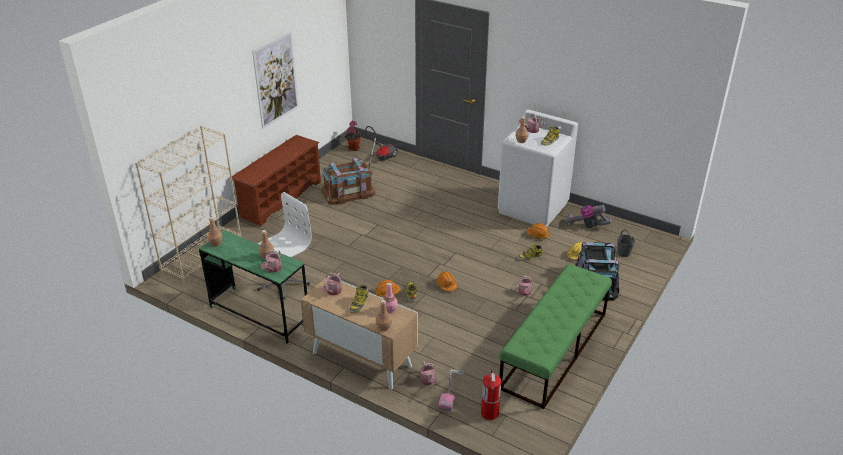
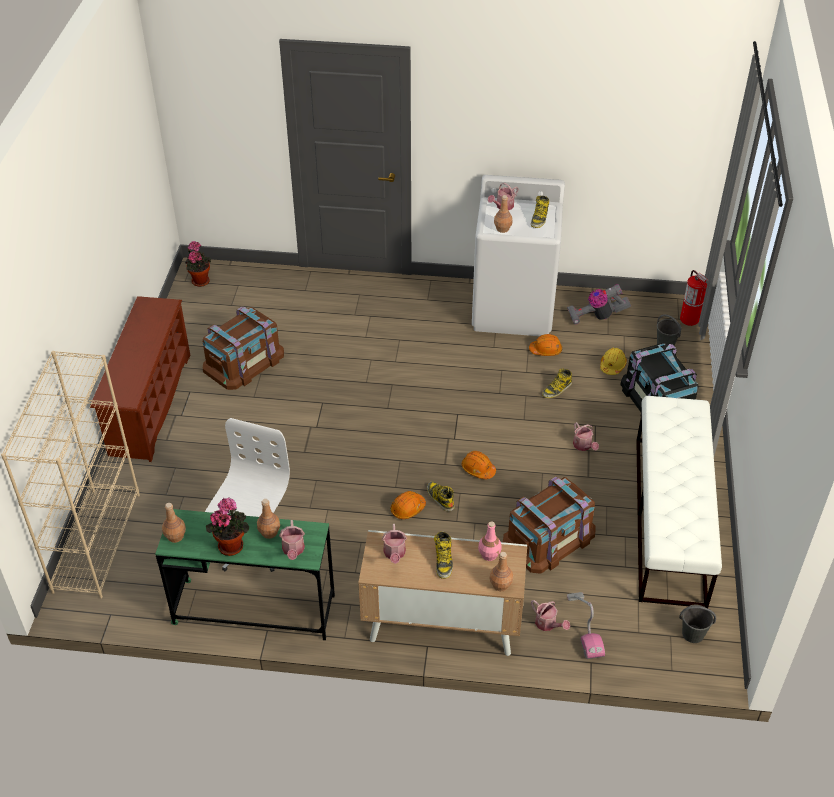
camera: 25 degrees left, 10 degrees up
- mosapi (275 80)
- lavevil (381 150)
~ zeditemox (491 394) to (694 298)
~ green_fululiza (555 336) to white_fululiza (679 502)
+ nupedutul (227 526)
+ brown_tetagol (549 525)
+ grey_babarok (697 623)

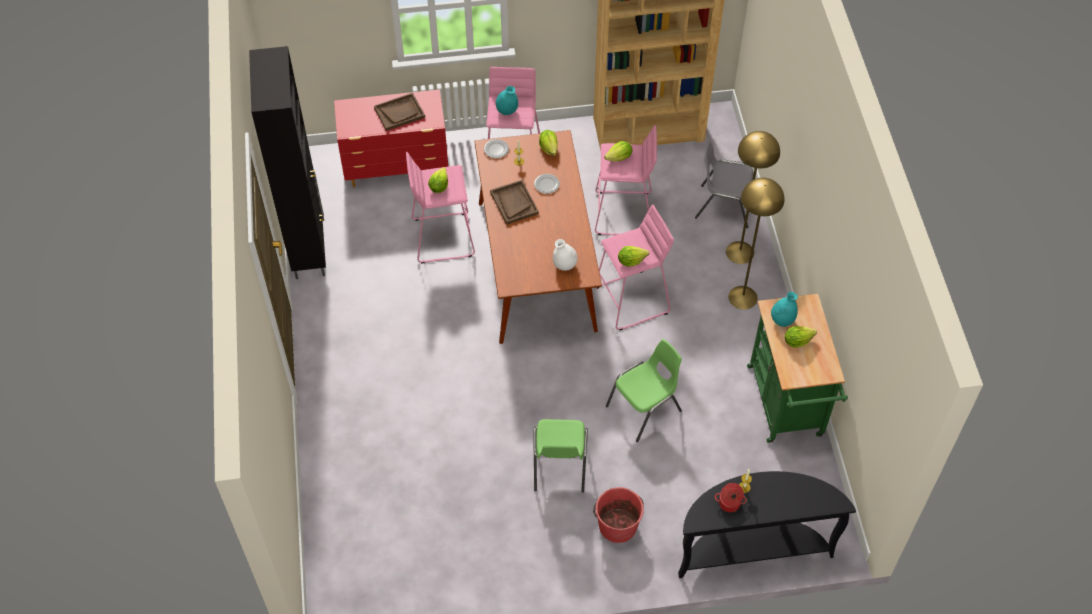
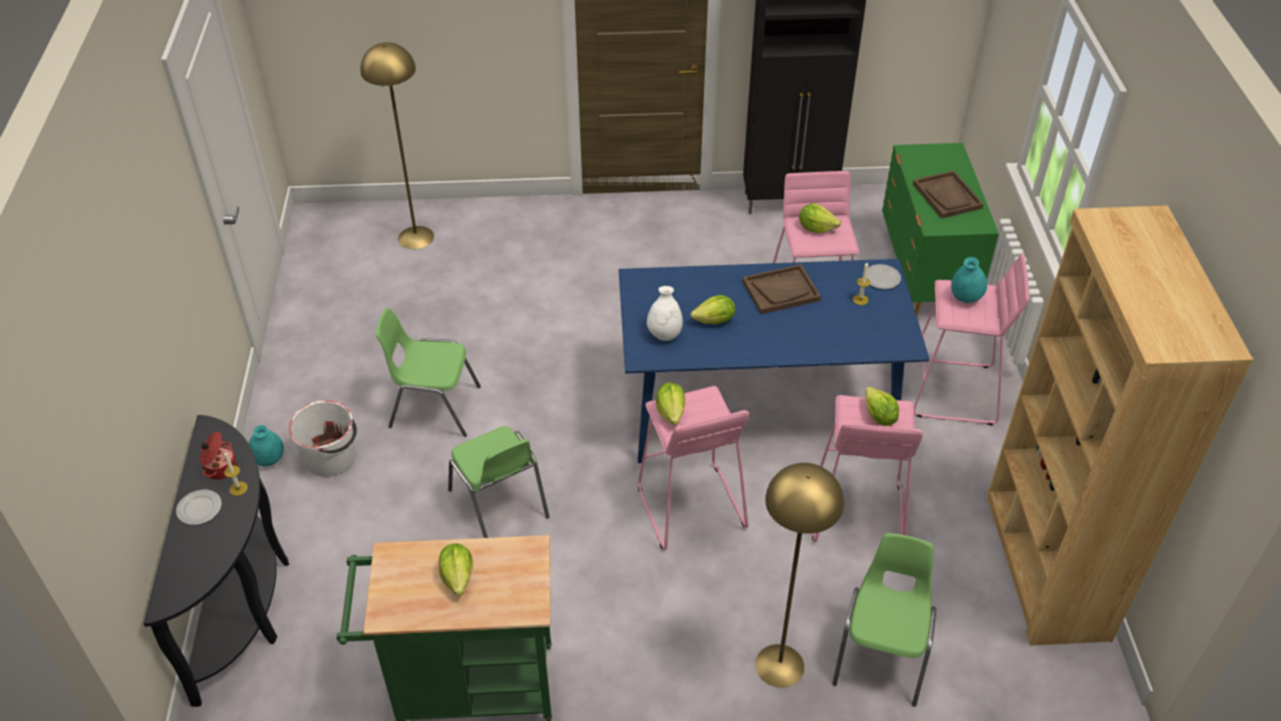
camera: 95 degrees right, 10 degrees down
~ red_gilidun (391 138) to green_gilidun (940 229)
~ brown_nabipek (538 237) to blue_nabipek (774 361)
~ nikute (547 184) to (199 507)
~ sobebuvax (548 143) to (713 309)
~ red_babarok (618 515) to white_babarok (323 438)
~ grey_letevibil (724 184) to green_letevibil (884 620)
~ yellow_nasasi (757 244) to (397 145)
~ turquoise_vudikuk (784 309) to (266 445)

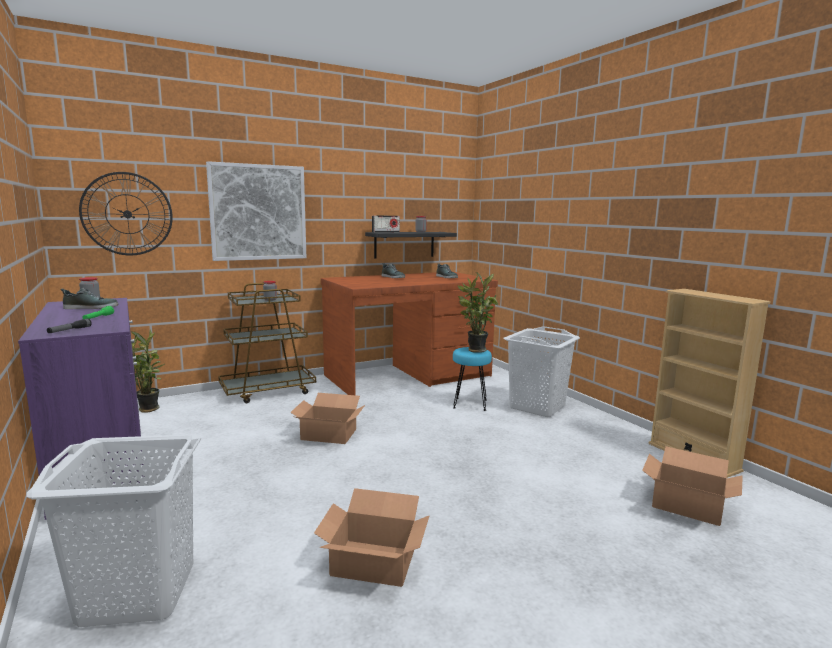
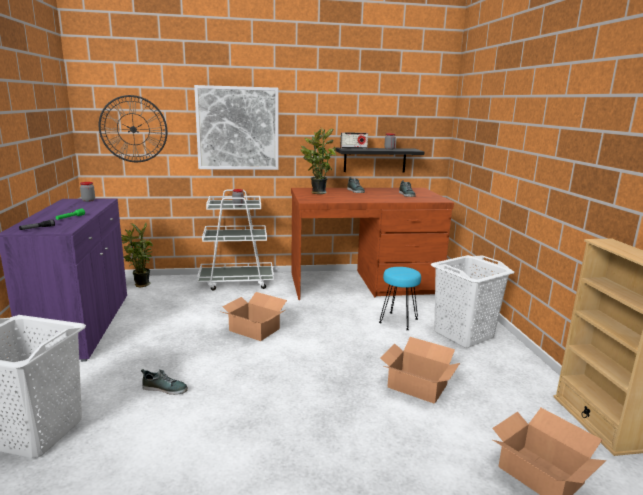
camera: 20 degrees right, 5 degrees up
~ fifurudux (89 298) to (164 382)
~ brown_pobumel (267 343) to white_pobumel (235 240)
~ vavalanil (372 537) to (420 370)
~ nupedutul (477 312) to (318 161)

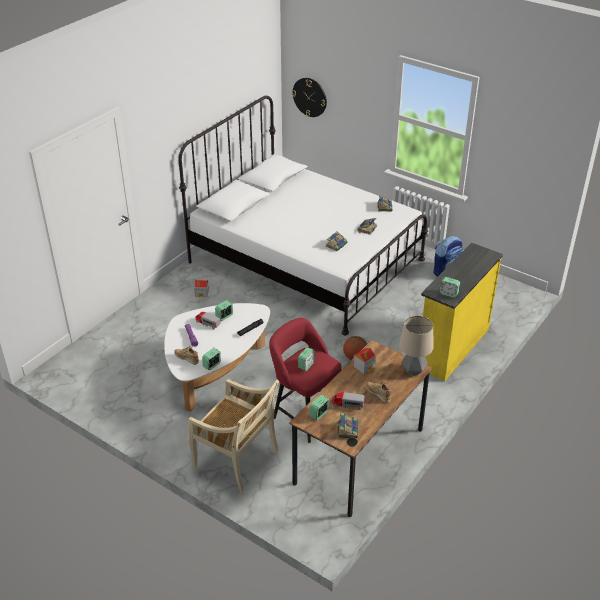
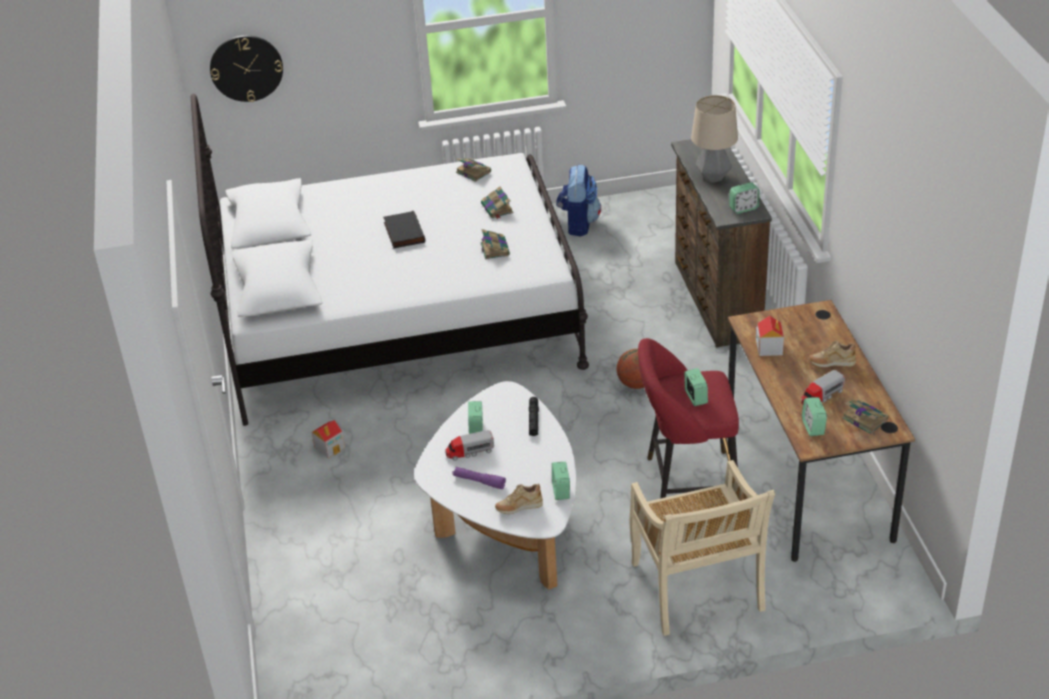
camera: 45 degrees left, 0 degrees up
~ beige_letevibil (233 436) = (702 548) 90 degrees clockwise
~ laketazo (416 346) to (714 139)
~ yellow_gilidun (462 312) to brown_gilidun (721 243)
+ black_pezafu (404 229)

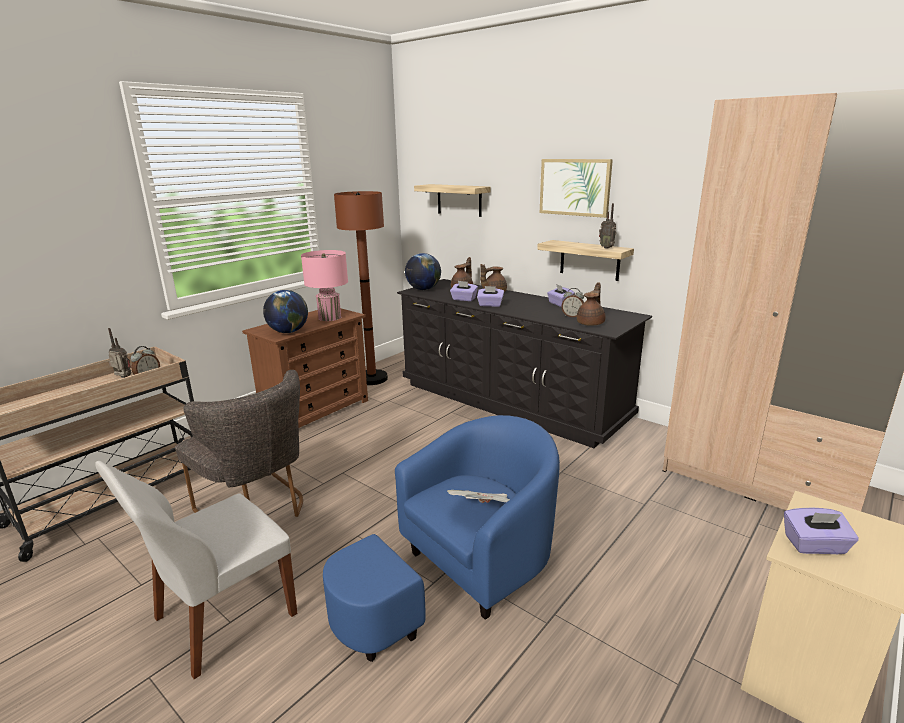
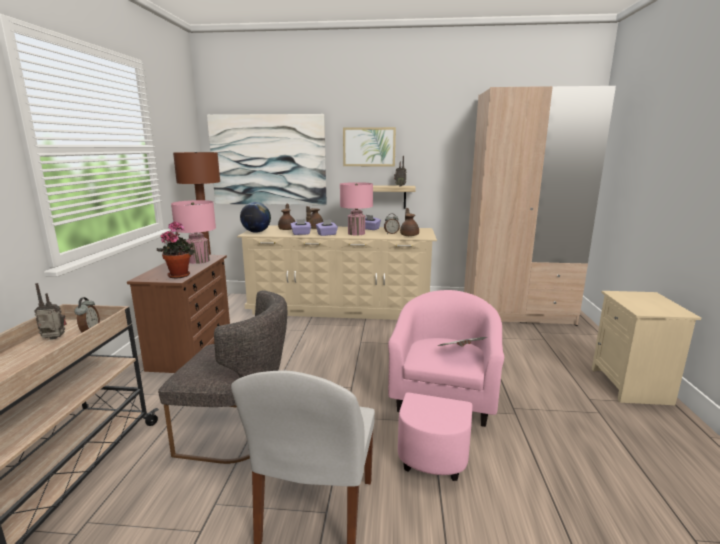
camera: 35 degrees left, 5 degrees down
~ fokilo (285 311) to nupedutul (175 249)
~ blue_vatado (441 538) to pink_vatado (446 385)
~ black_gilidun (524 363) to beige_gilidun (337 272)
~ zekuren (452 200) to mosapi (267 159)
- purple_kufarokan (821 530)
+ pink_laketazo (356 209)

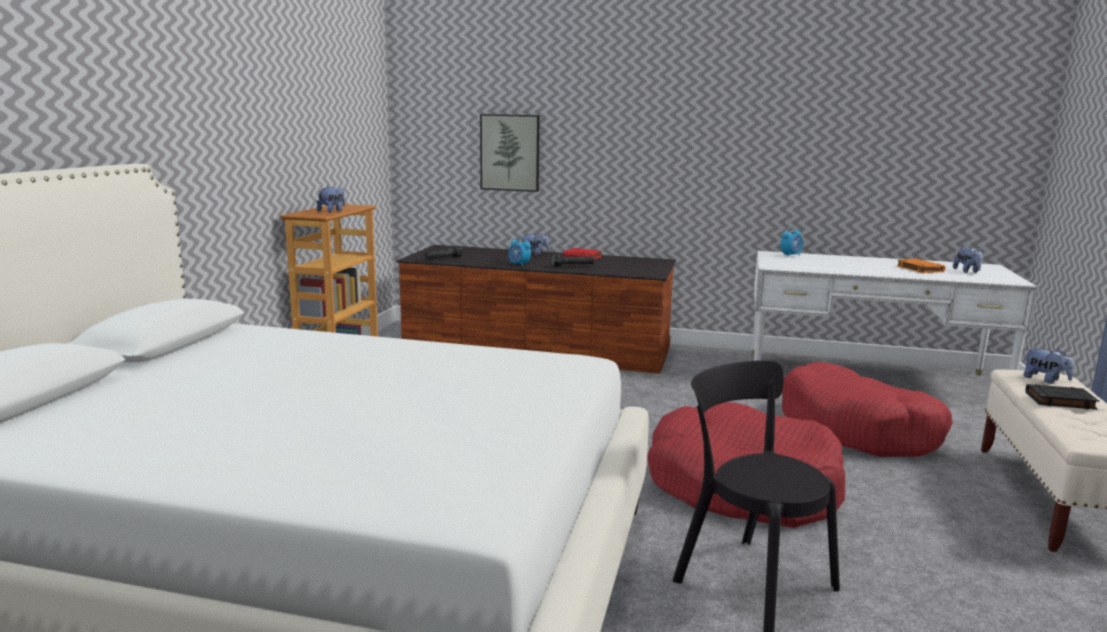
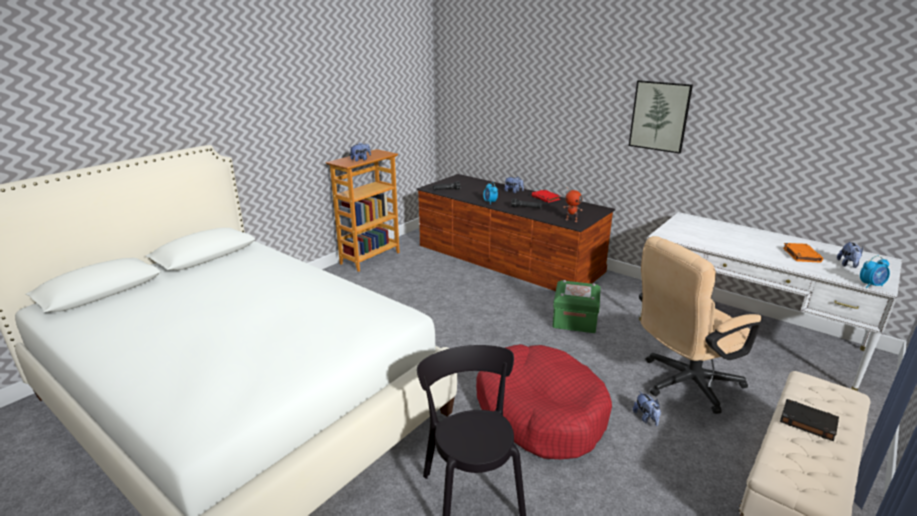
camera: 25 degrees right, 10 degrees up
~ mosapi (510 153) to (661 117)
~ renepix (792 242) to (875 272)
~ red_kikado (867 409) to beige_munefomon (700 325)
~ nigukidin (1048 366) to (647 408)
+ green_tetagol (576 306)
+ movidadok (573 204)

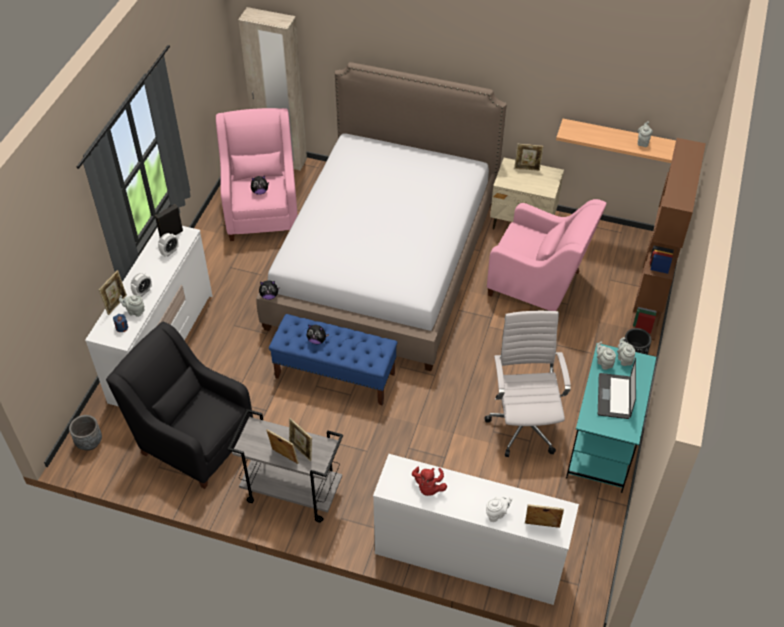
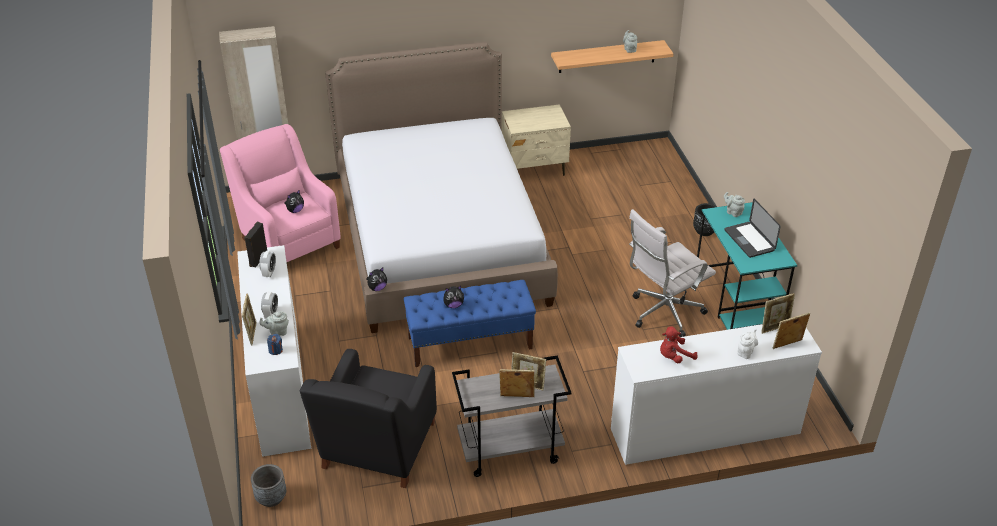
camera: 30 degrees left, 10 degrees down
~ black_vatado (179 405) = (368 418) 75 degrees counterclockwise
~ red_nigukidin (429 481) = (679 344) 90 degrees clockwise
~ white_munefomon (527 383) = (672 273) 90 degrees counterclockwise
- pink_vatado (547 255)
~ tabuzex (529 157) to (778 313)
- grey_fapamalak (606 355)
- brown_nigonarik (667 239)

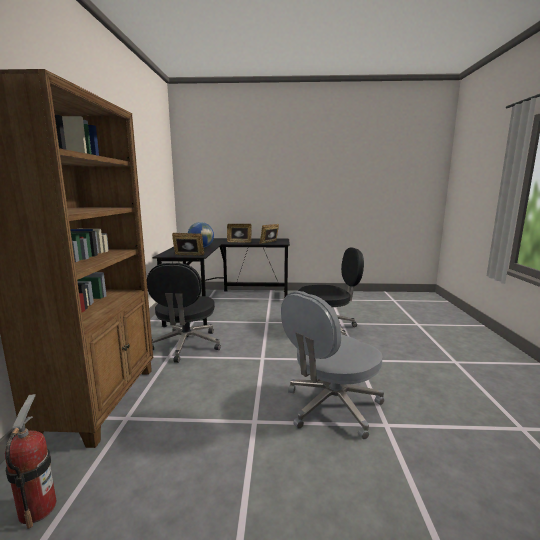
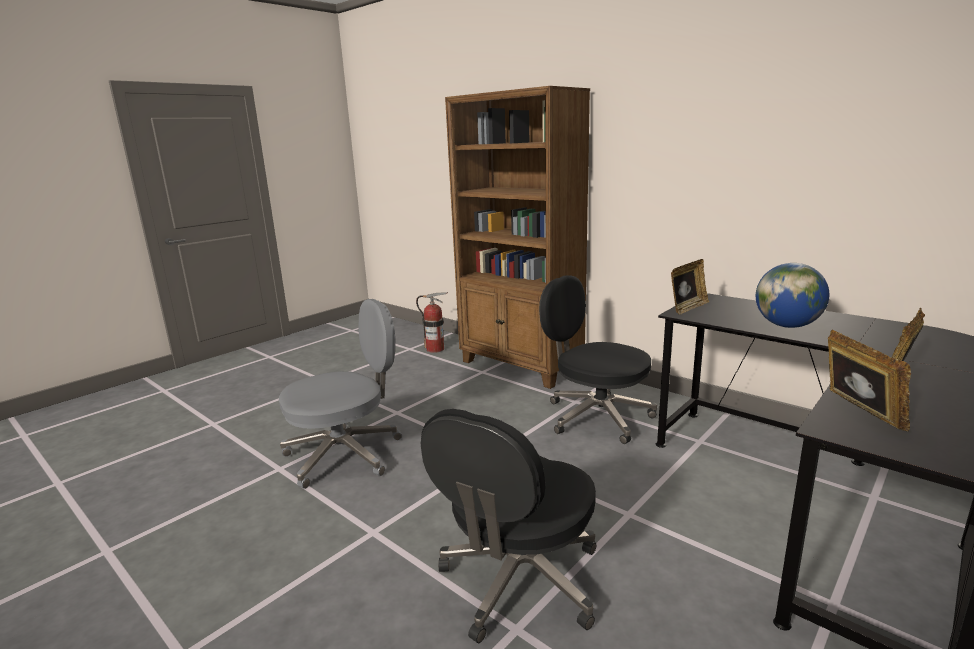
camera: 130 degrees right, 5 degrees up
~ grey_munefomon (332 365) = (340 394) 60 degrees clockwise

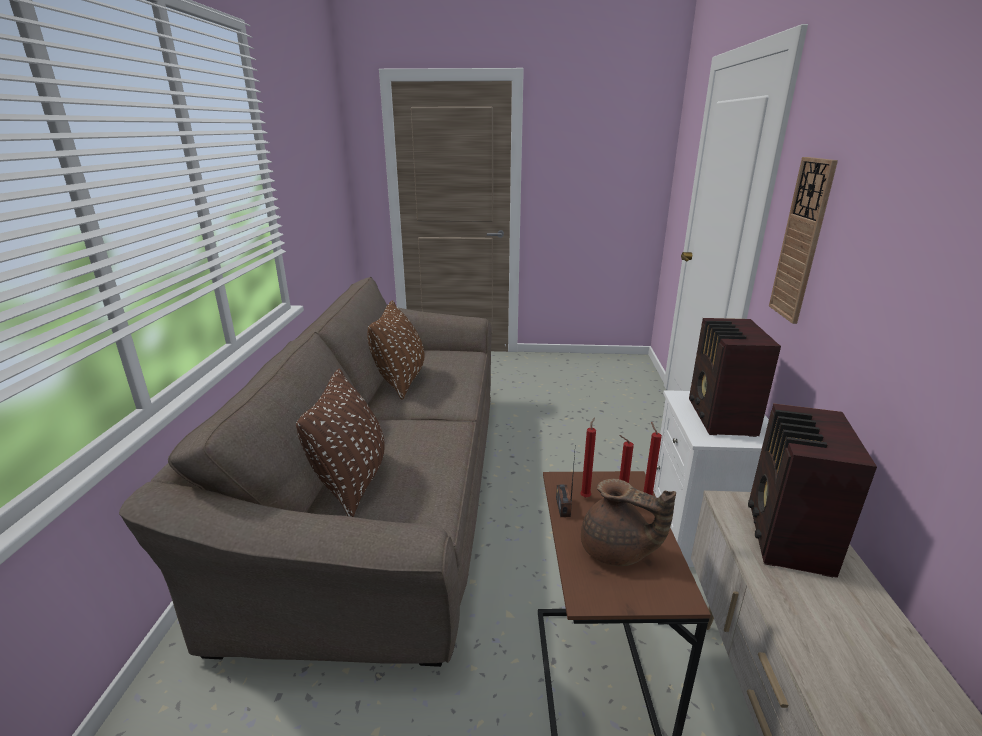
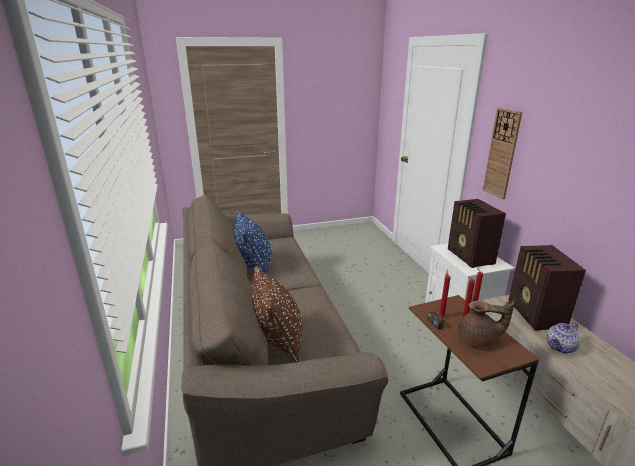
camera: 20 degrees left, 0 degrees up
~ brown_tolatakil (395 350) to blue_tolatakil (252 242)
+ fapamalak (564 338)

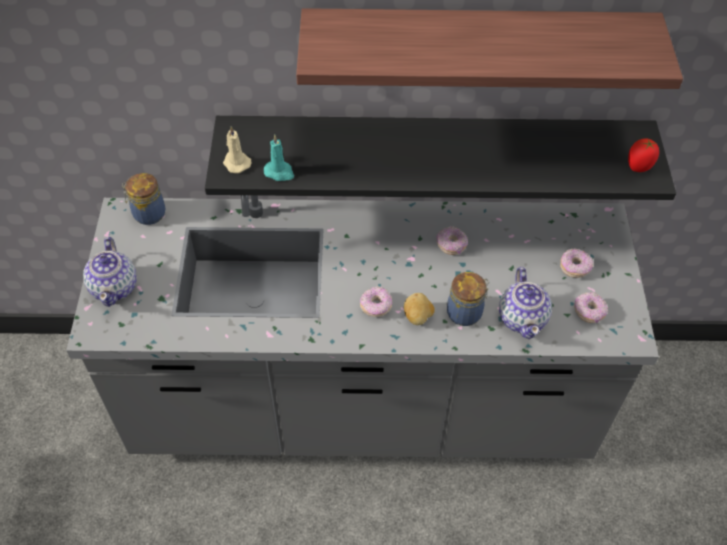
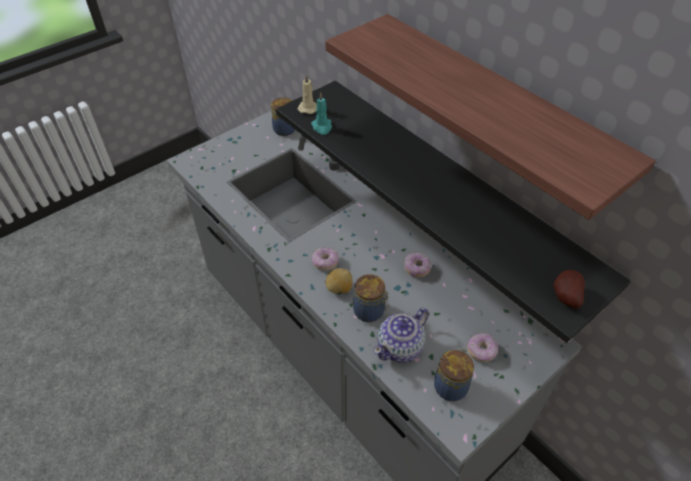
camera: 50 degrees right, 5 degrees down
- fapamalak (110 272)
~ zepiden (591 307) to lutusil (454 375)
~ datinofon (643 155) to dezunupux (569 289)

